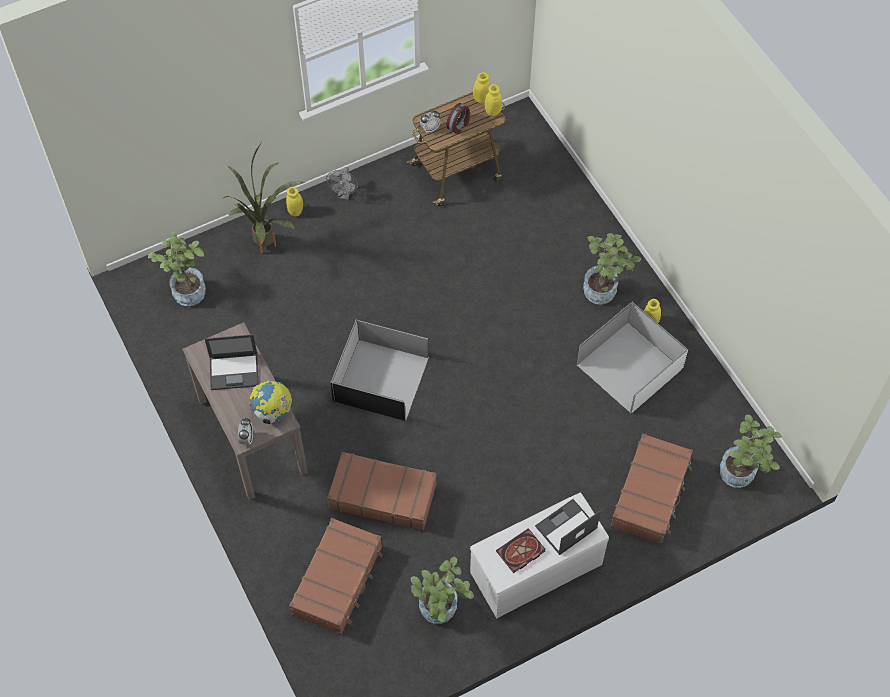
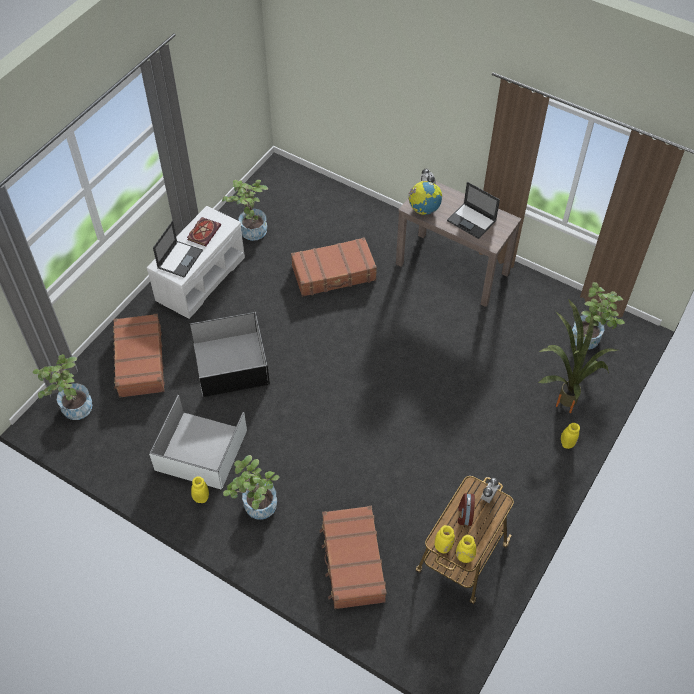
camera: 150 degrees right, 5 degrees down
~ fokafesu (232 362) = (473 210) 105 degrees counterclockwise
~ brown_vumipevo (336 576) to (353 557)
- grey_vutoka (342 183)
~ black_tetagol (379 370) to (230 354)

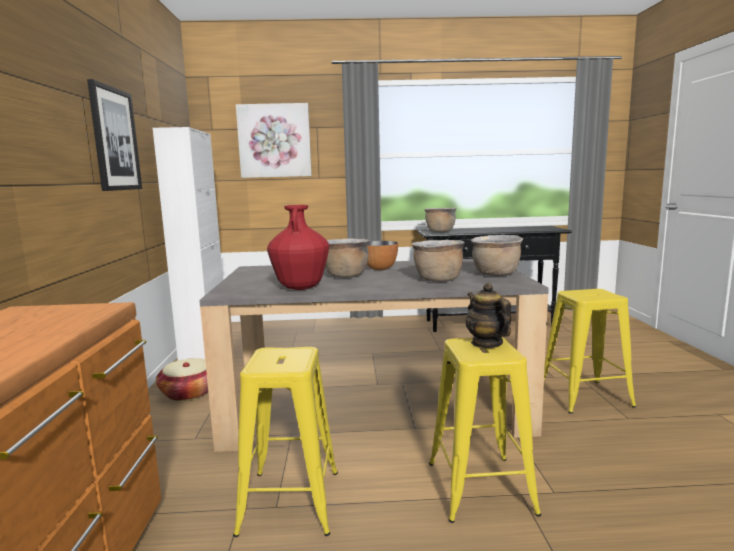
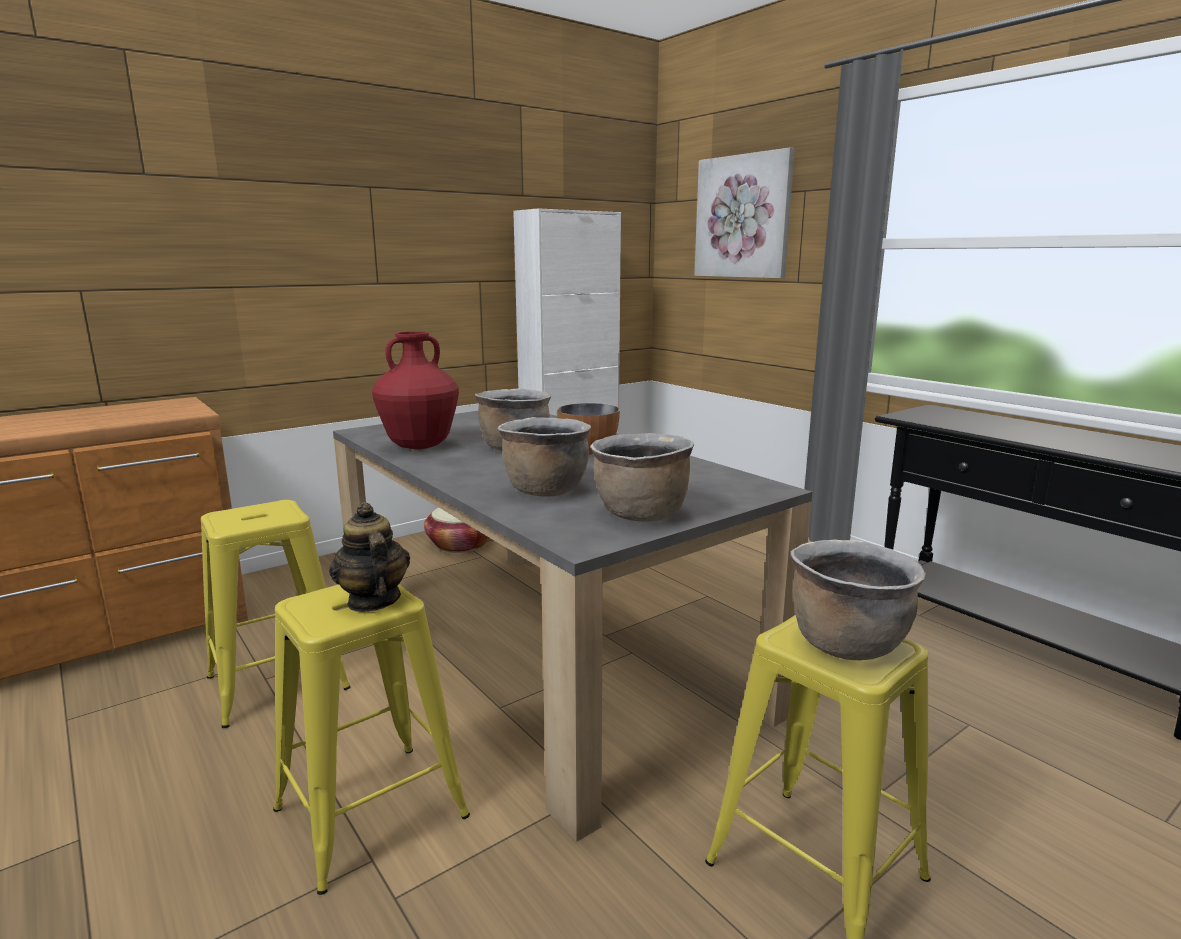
camera: 55 degrees right, 5 degrees up
- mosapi (114 135)
~ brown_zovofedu (440 220) to (858 599)
~ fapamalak (488 315) = (369 557) 60 degrees counterclockwise

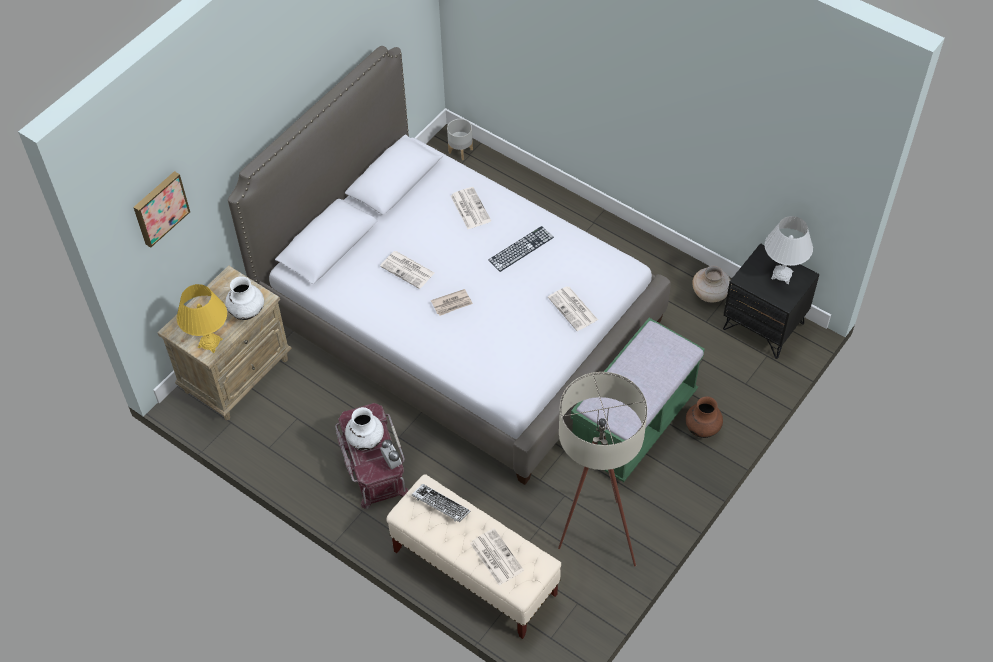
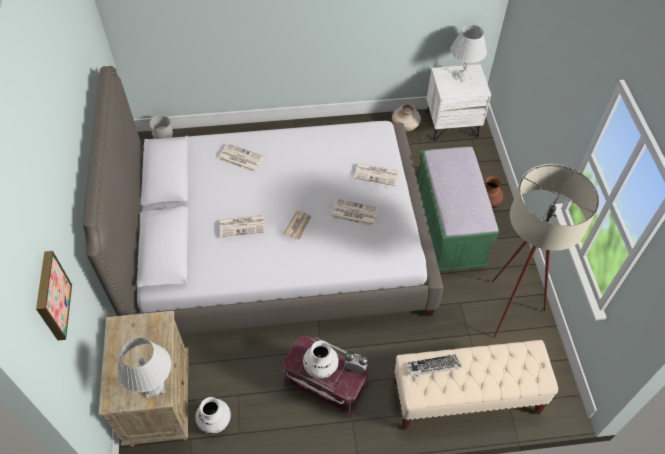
camera: 45 degrees left, 0 degrees up
~ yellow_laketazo (202 318) to white_laketazo (144 368)
~ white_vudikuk (244 298) to (213 415)
~ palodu (497 557) to (355 212)
- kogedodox (521 249)
~ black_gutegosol (771 301) to white_gutegosol (458 102)

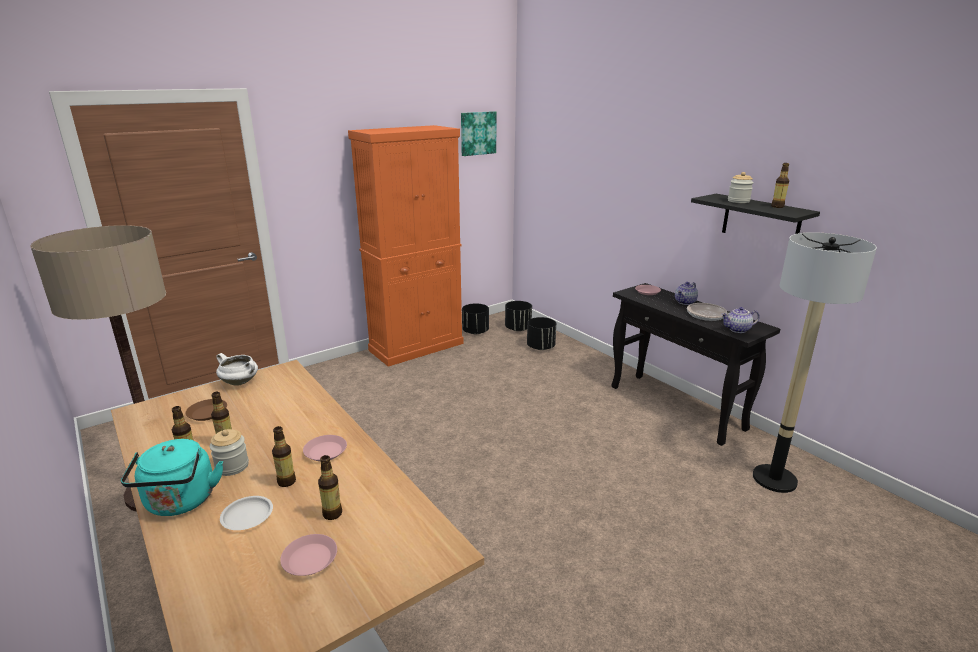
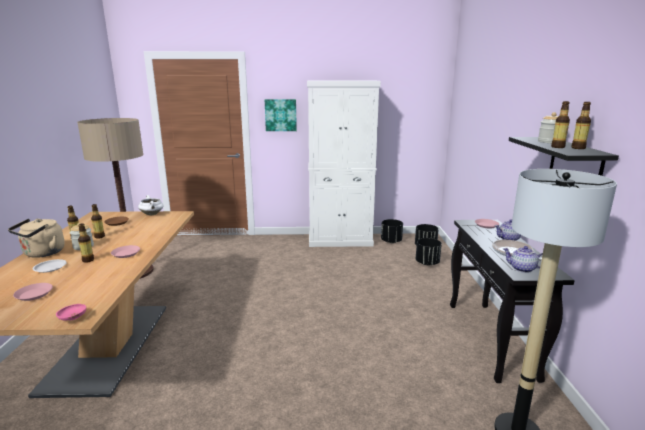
camera: 35 degrees right, 5 degrees down
~ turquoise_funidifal (171 477) to beige_funidifal (36 238)
~ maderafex (330 487) to (560 124)
~ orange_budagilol (406 246) to white_budagilol (344 163)
~ mosapi (478 133) to (281 115)
+ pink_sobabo (71 312)

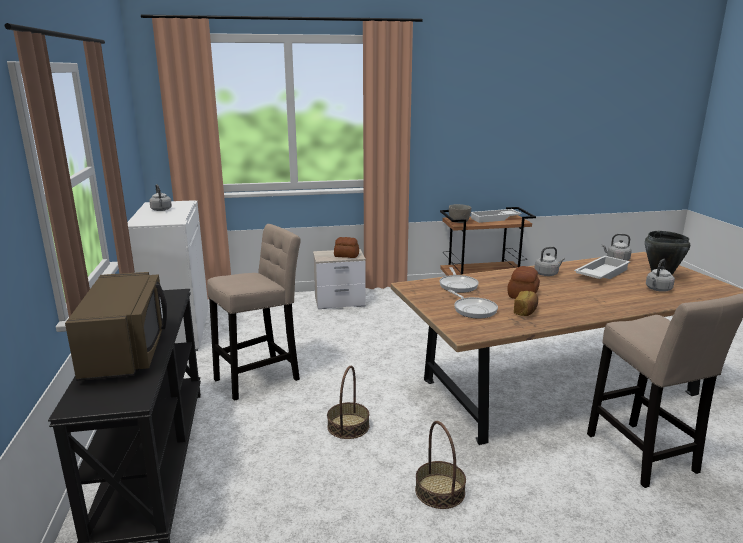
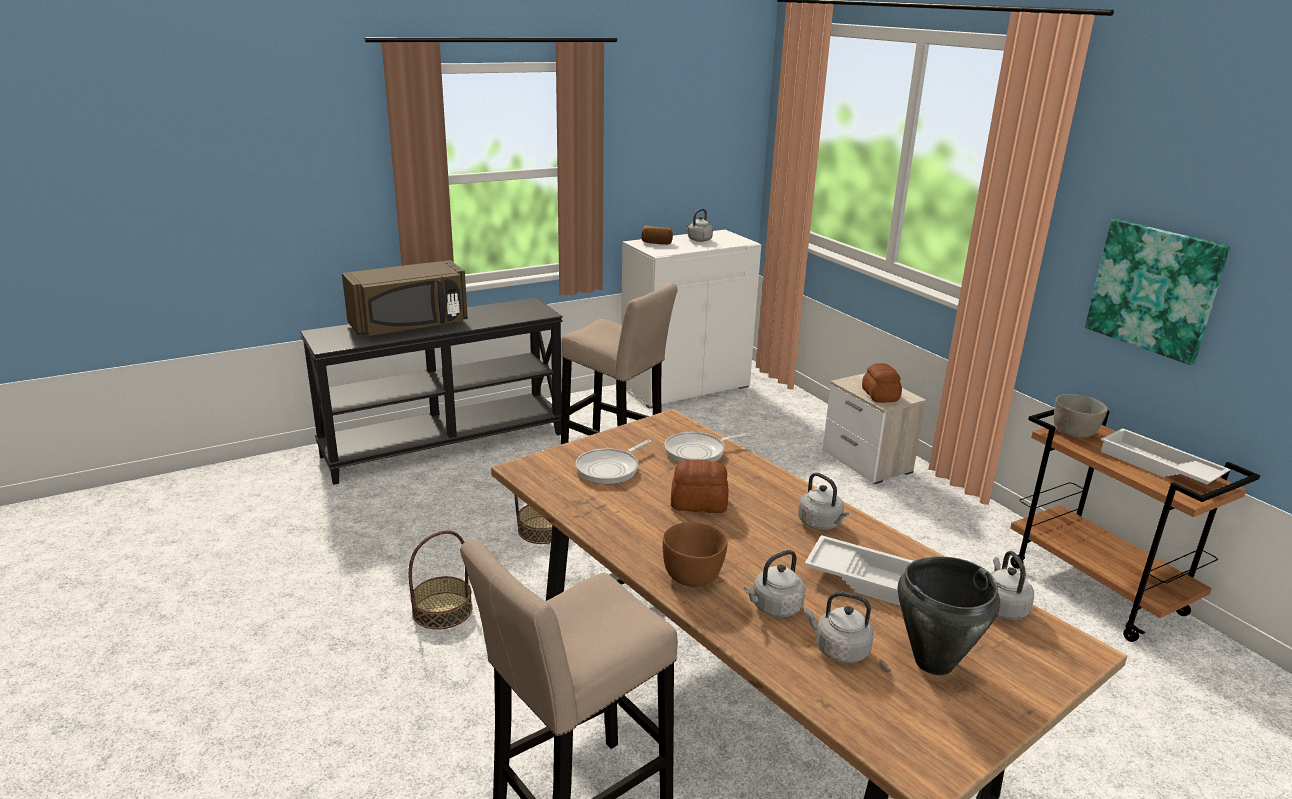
camera: 70 degrees right, 5 degrees up
~ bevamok (526 303) to (657 235)
+ brown_sobabo (695 554)
+ grey_funidifal (775 583)
+ mosapi (1157 292)

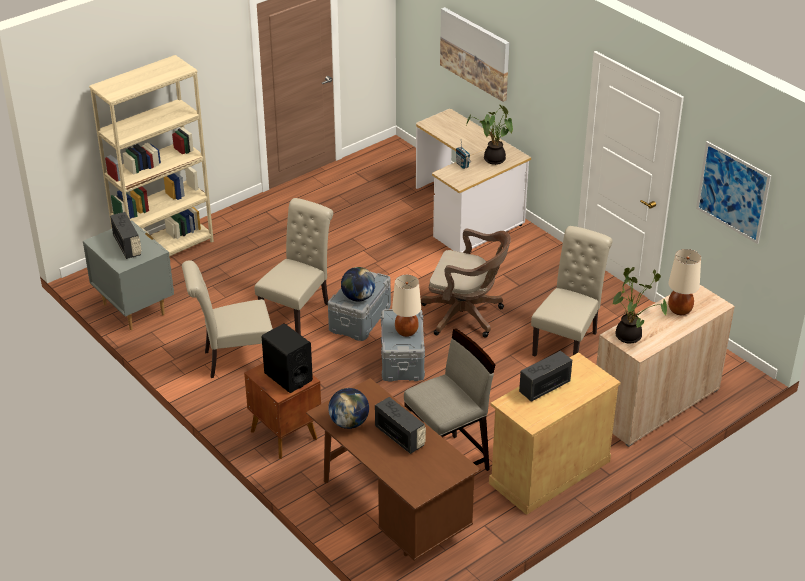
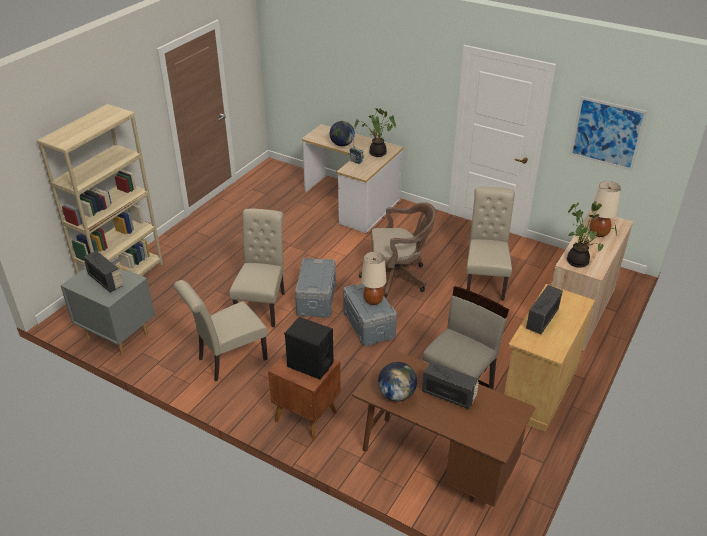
camera: 20 degrees left, 0 degrees up
~ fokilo (358 284) to (342 133)
- mosapi (475 54)

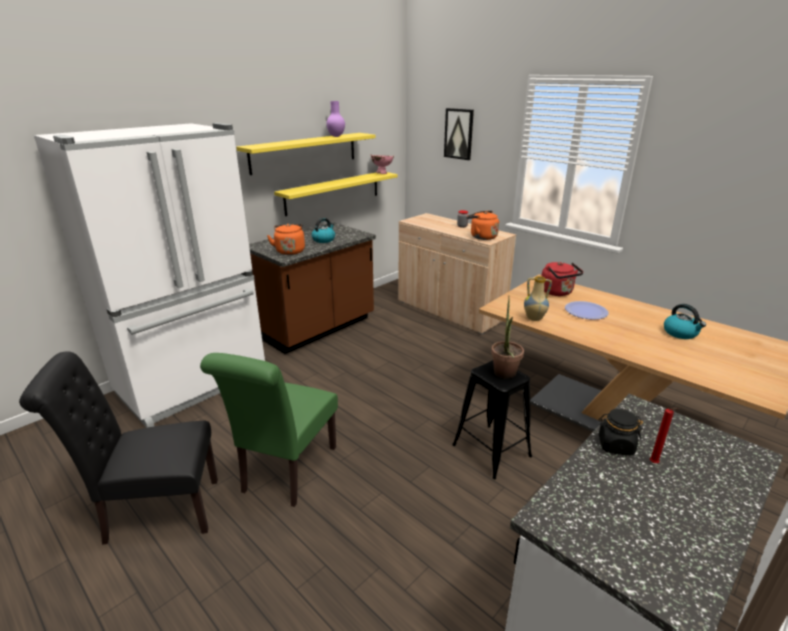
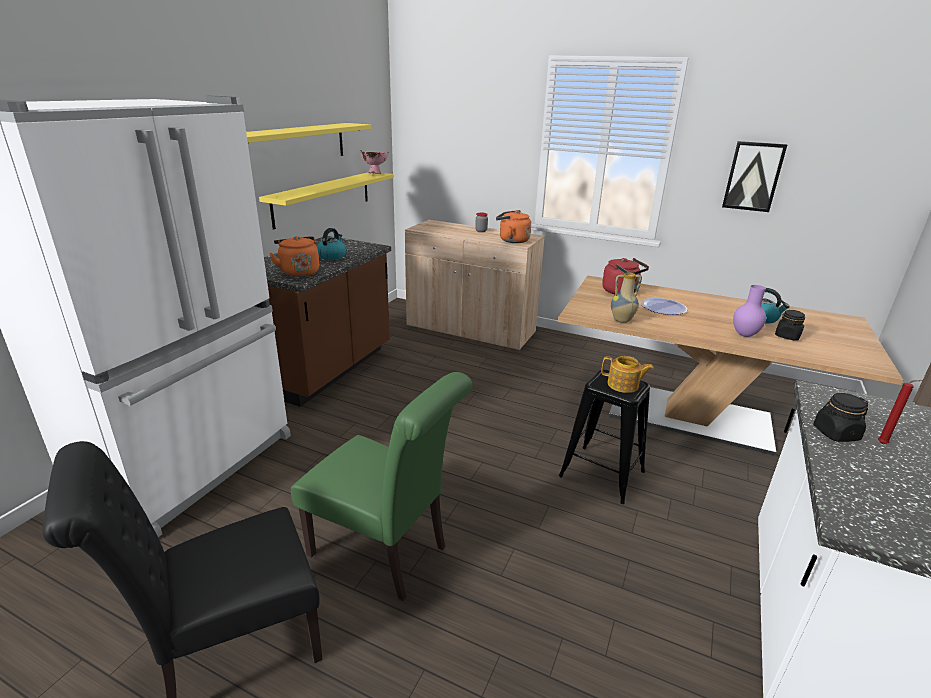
camera: 20 degrees left, 0 degrees up
~ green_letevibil (269 430) = (381 486) 60 degrees counterclockwise
~ purple_vudikuk (335 119) to (749 311)
~ mosapi (459 134) to (754 176)
~ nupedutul (507 338) to fapamalak (627 374)
+ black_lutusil (790 325)

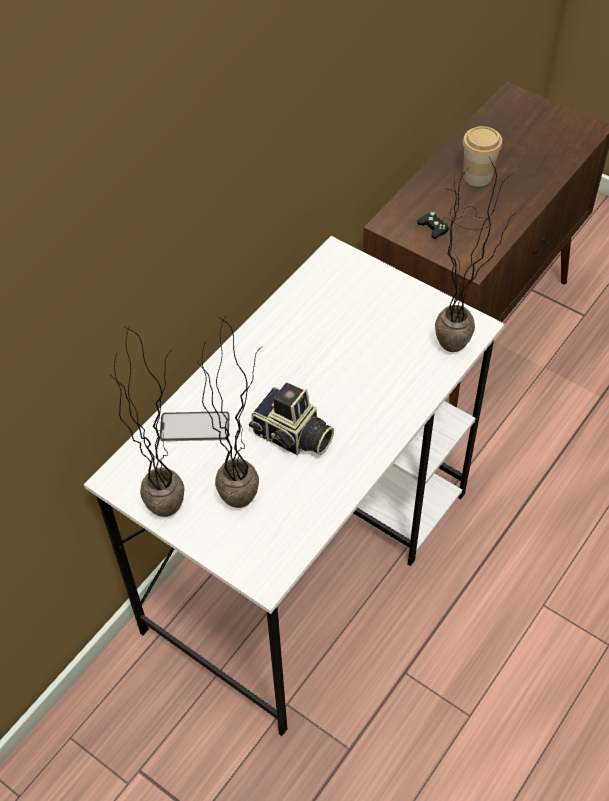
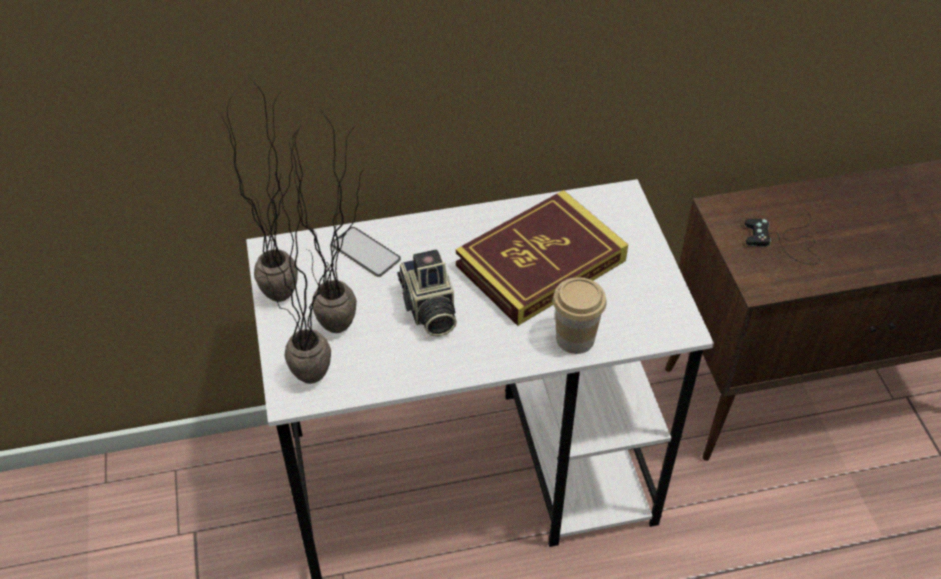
camera: 40 degrees right, 5 degrees down
~ nupedutul (475 254) to (300 278)
~ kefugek (482 156) to (580 315)
+ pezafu (542 258)

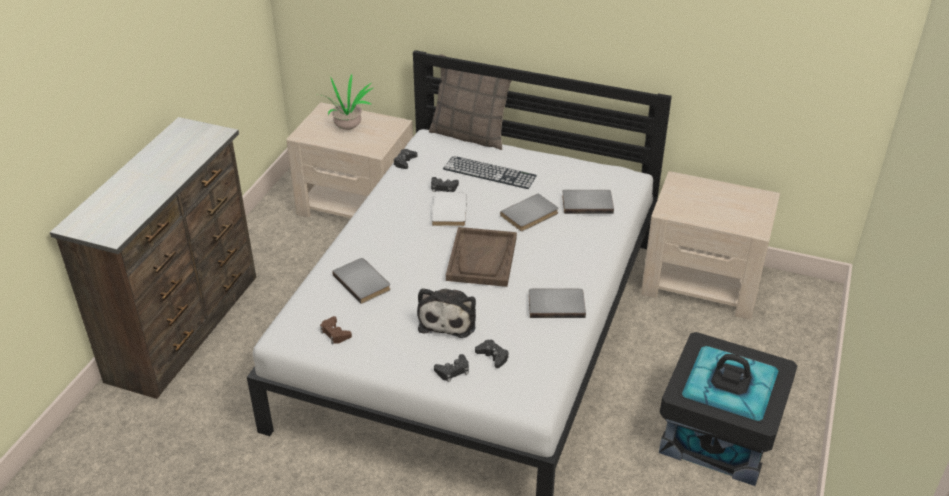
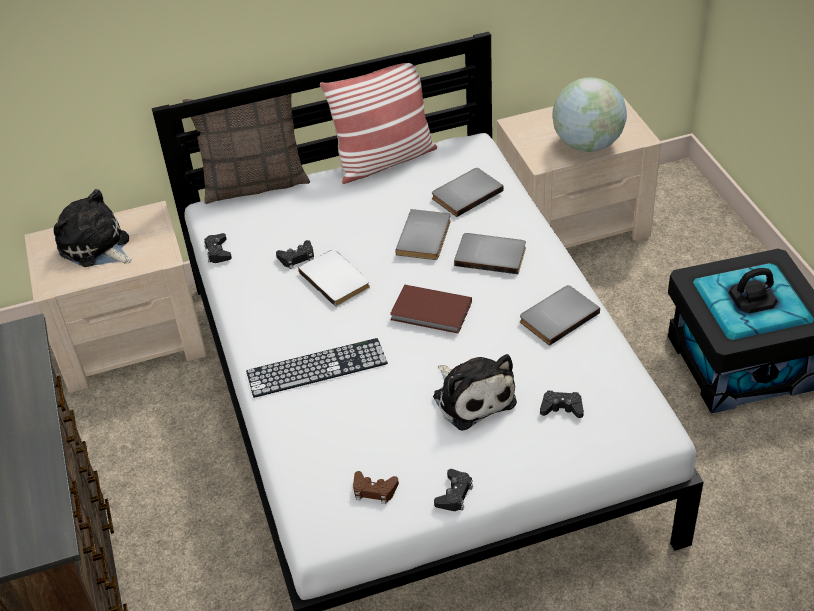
camera: 35 degrees left, 5 degrees up
~ nupedutul (345 102) to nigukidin (93 228)
~ grey_pezafu (361 281) to (490 253)
~ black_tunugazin (451 368) to (453 490)
~ kogedodox (490 172) to (317 368)
~ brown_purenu (481 257) to brown_pezafu (431 309)
+ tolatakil (378 123)
+ fokilo (589 114)

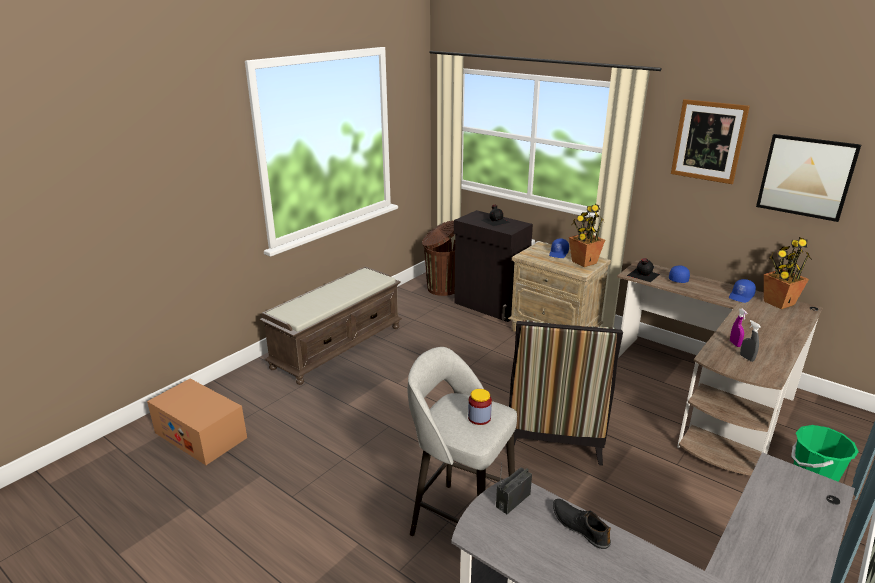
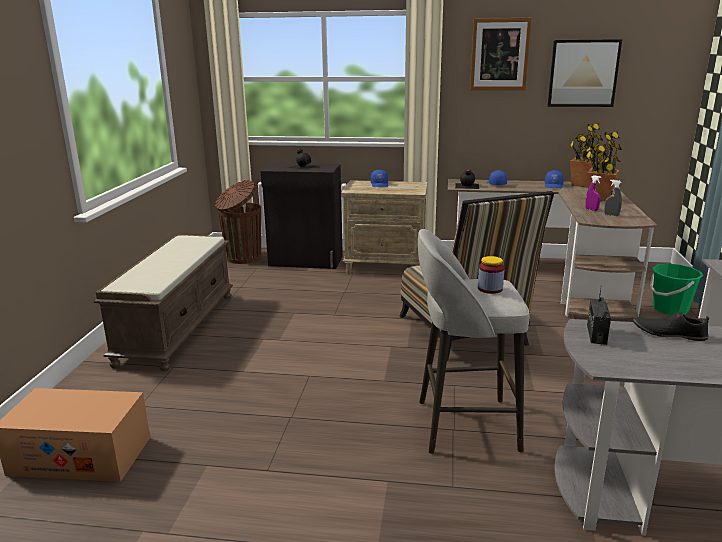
camera: 30 degrees left, 5 degrees down
~ nupedutul (587 235) to (603 166)

